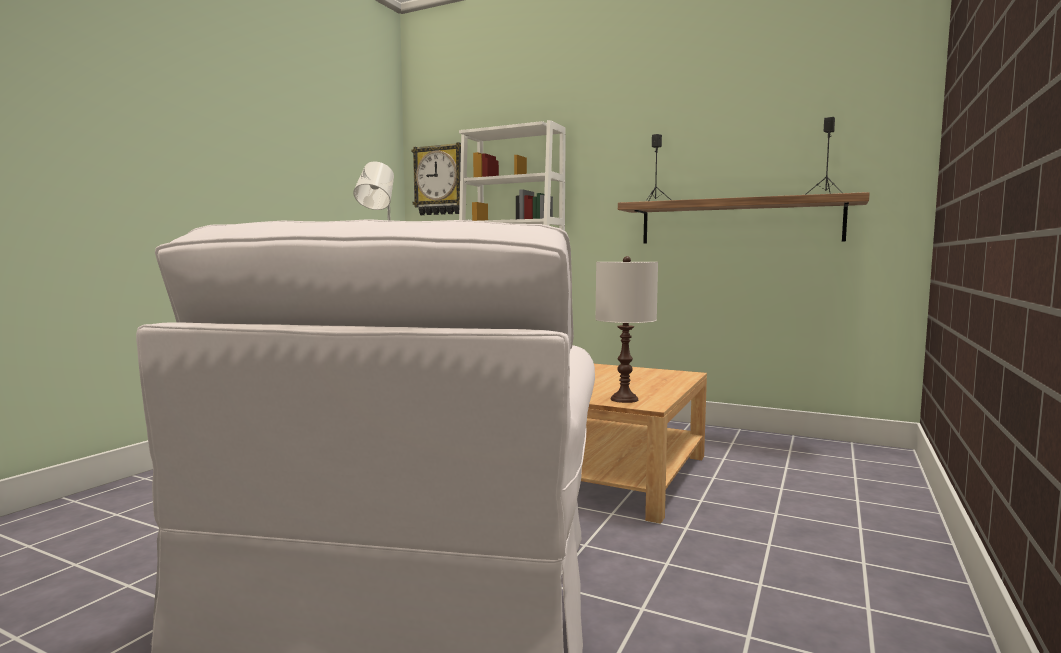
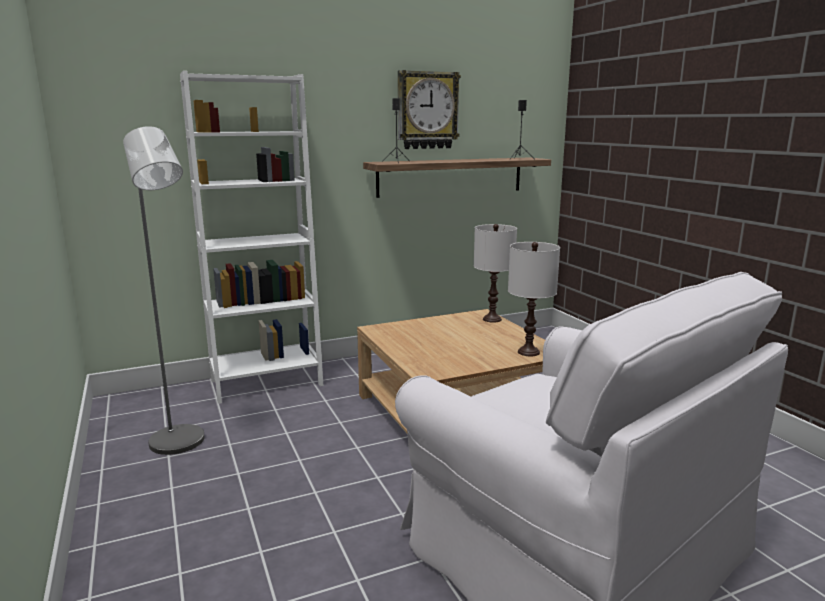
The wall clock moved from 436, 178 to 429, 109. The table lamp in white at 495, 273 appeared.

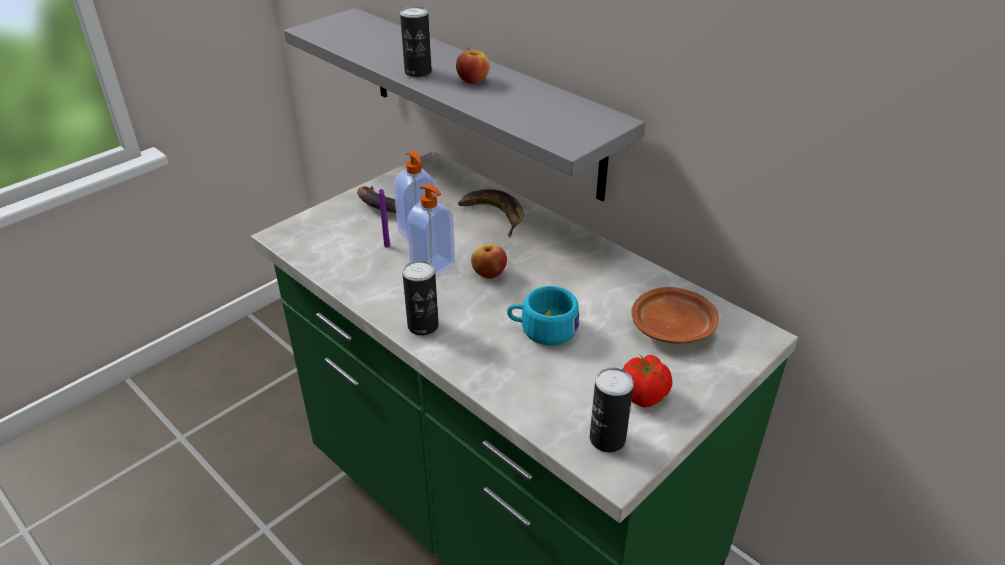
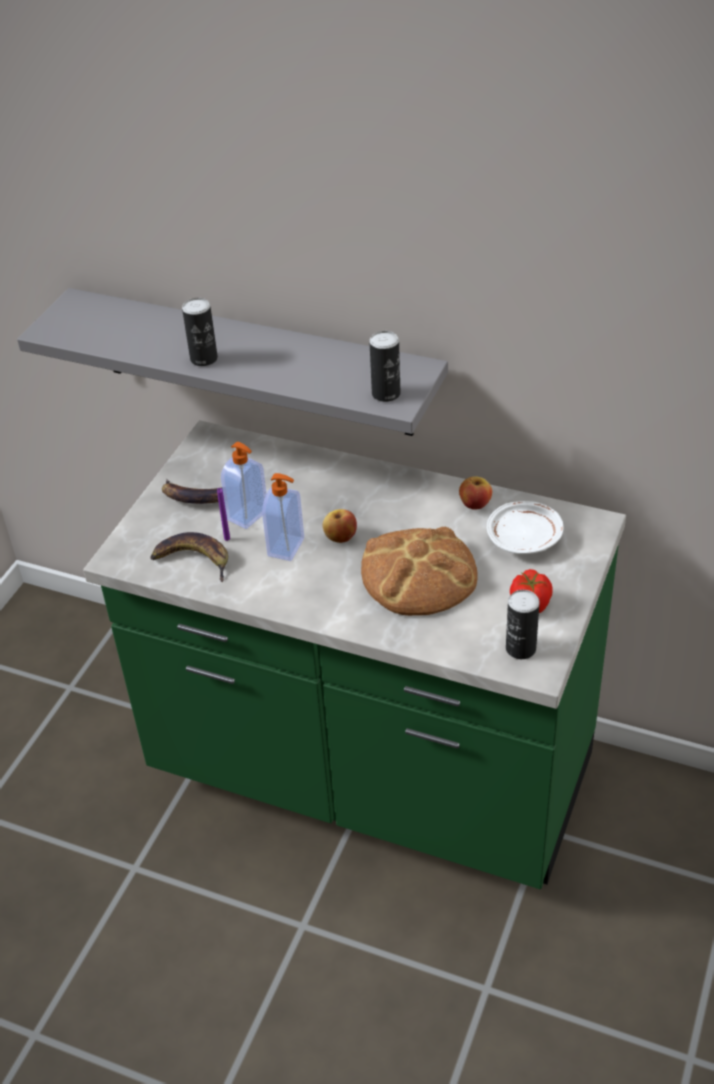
The apple moved from 473, 66 to 475, 493. The banana moved from 491, 213 to 189, 557. The can moved from 420, 297 to 385, 366. The cup in turquoise at 543, 316 was replaced by the bread at 419, 571. The plate in brown at 675, 315 became the plate in white at 525, 527.

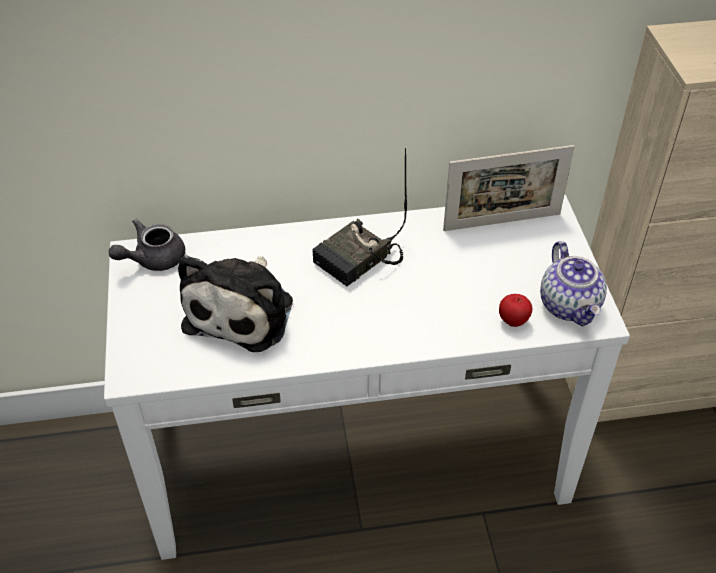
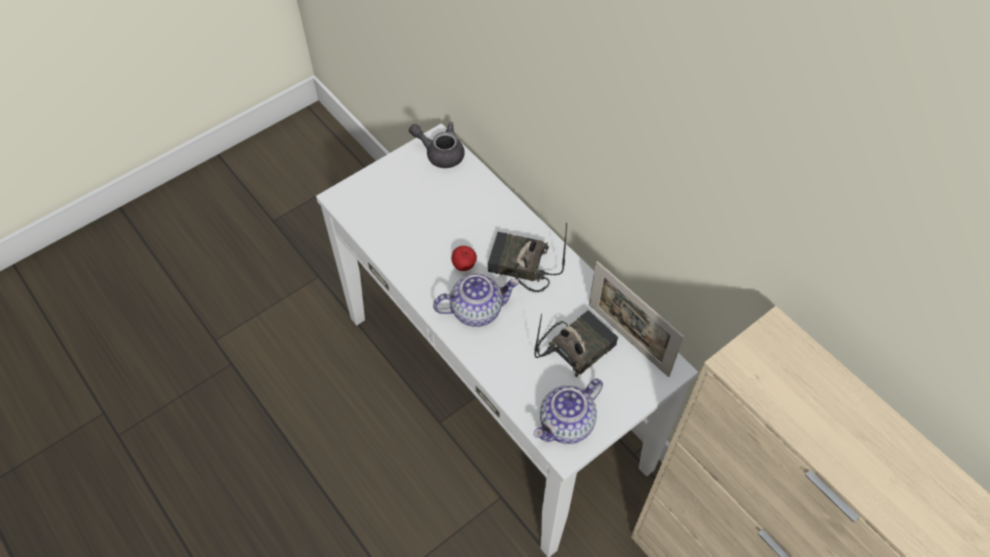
The plush toy at 235, 303 disappeared. The apple moved from 515, 310 to 464, 258. The teapot at 476, 300 appeared. The radio at 576, 343 appeared.

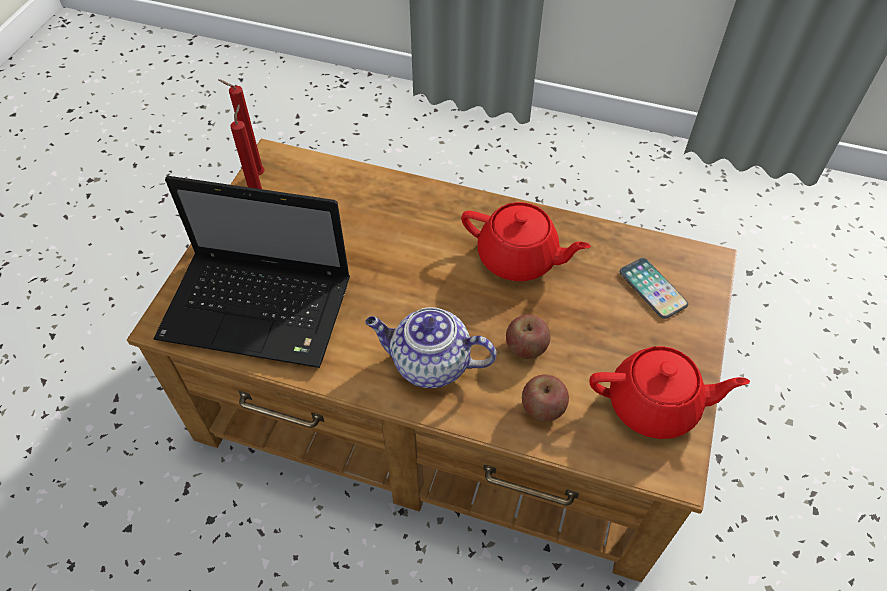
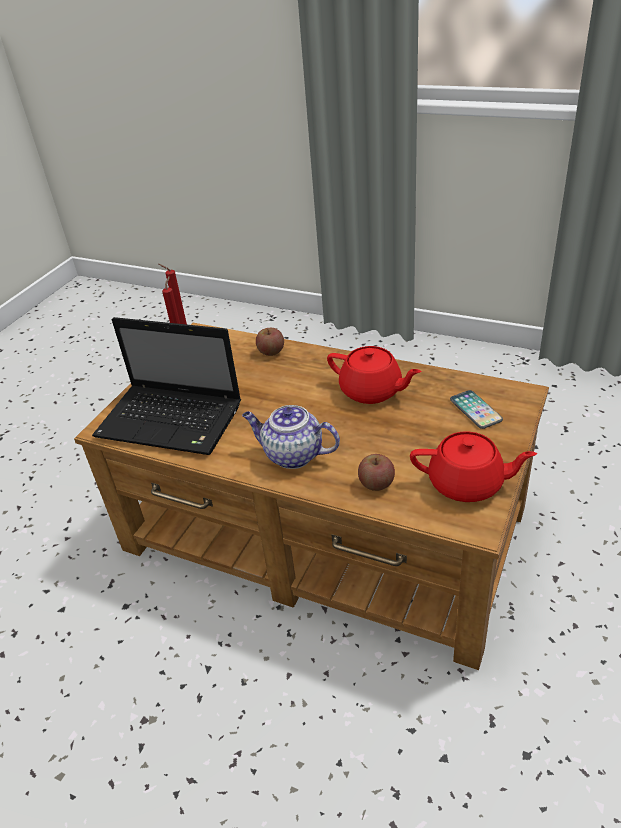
The apple moved from 528, 336 to 270, 342.

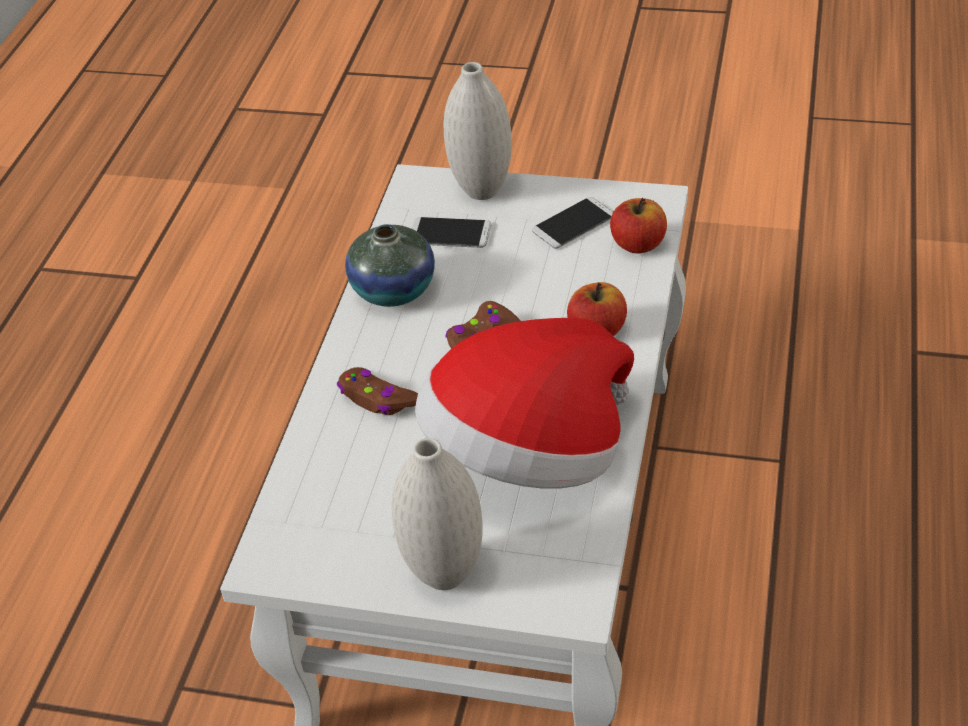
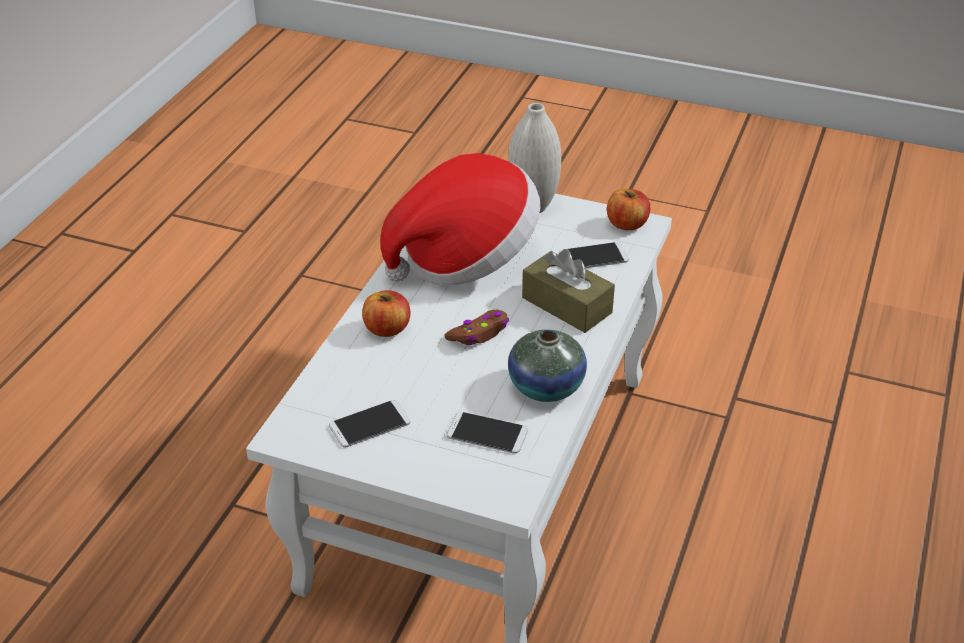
The vase in white at 478, 131 disappeared. The apple moved from 638, 226 to 628, 209. The game controller in brown at 377, 391 was replaced by the tissue box in brown at 568, 291. The phone at 594, 255 appeared.

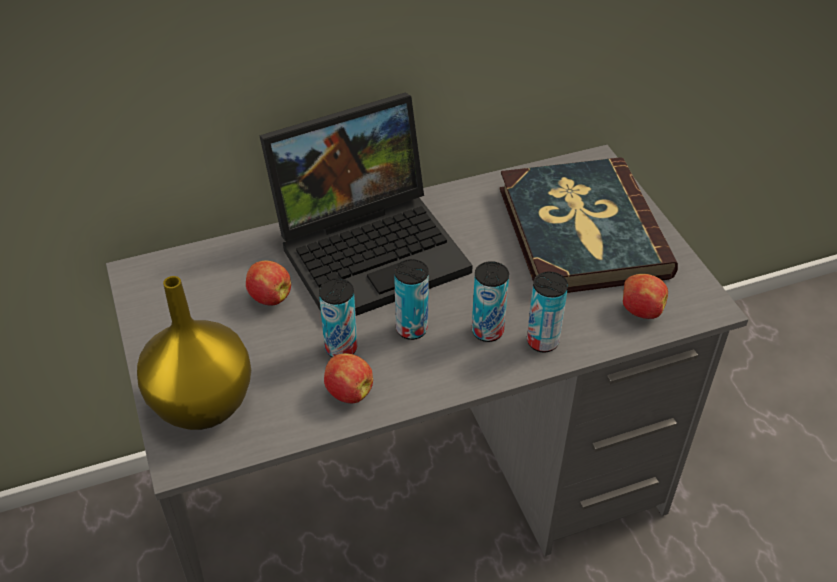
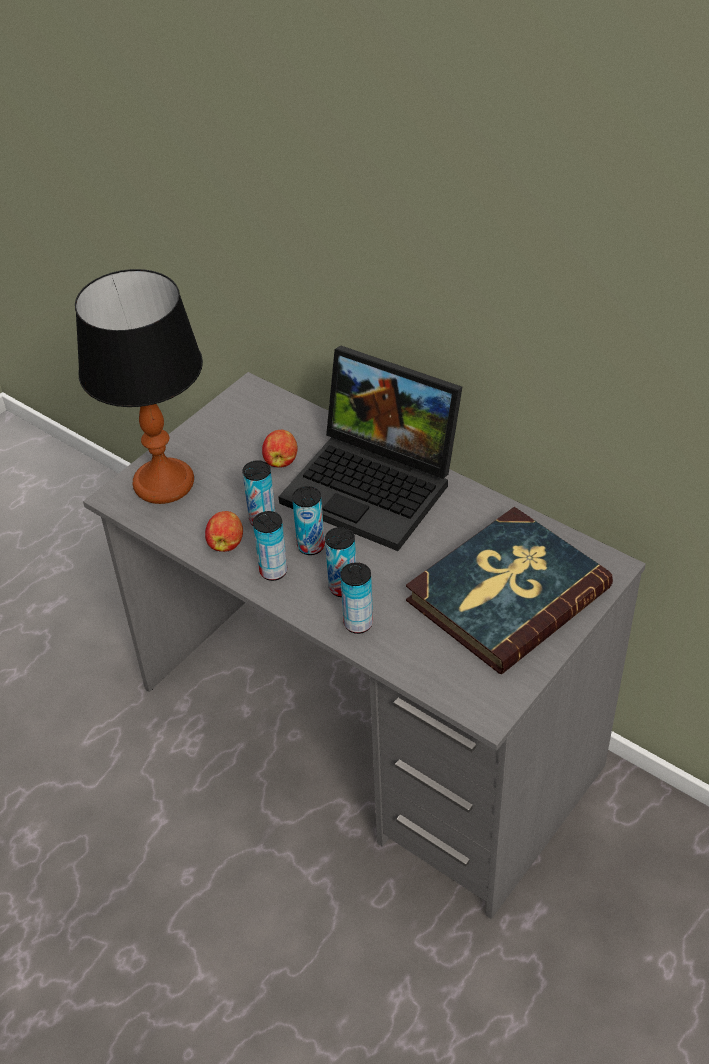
The apple at 645, 296 disappeared. The vase in yellow at 194, 353 was replaced by the table lamp at 139, 386. The can at 270, 546 appeared.

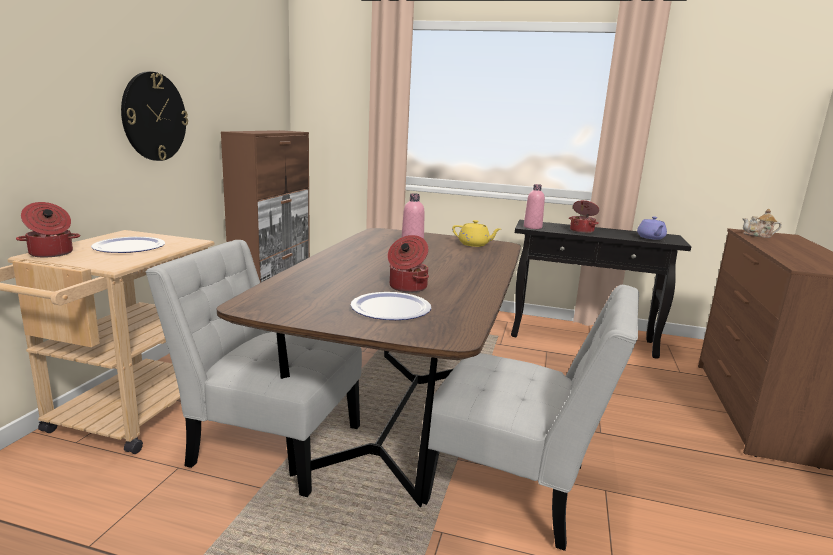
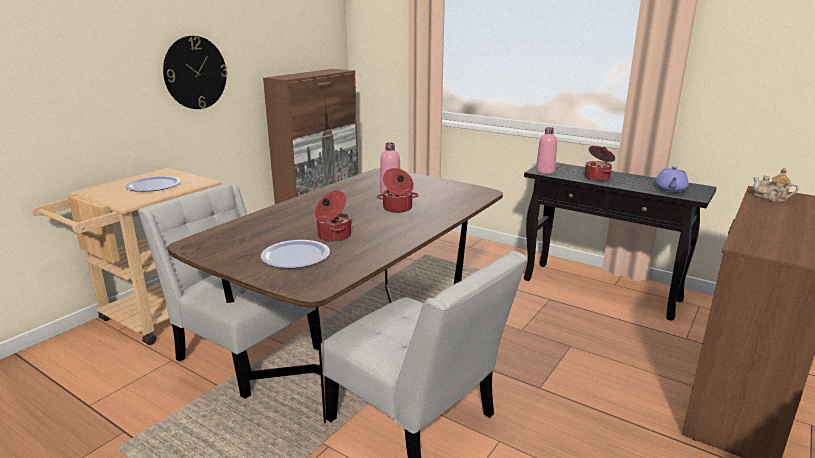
The cooking pot moved from 48, 229 to 397, 190. The teapot in yellow at 476, 233 disappeared.

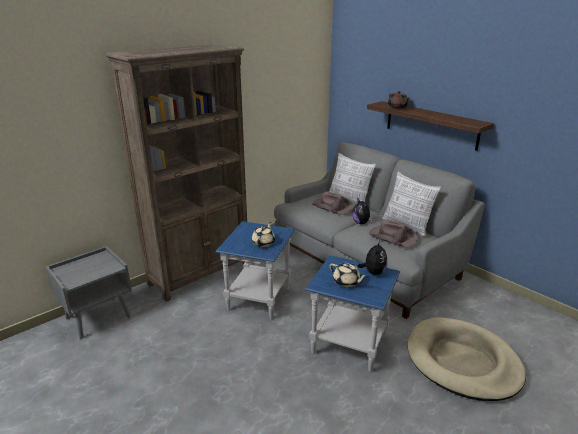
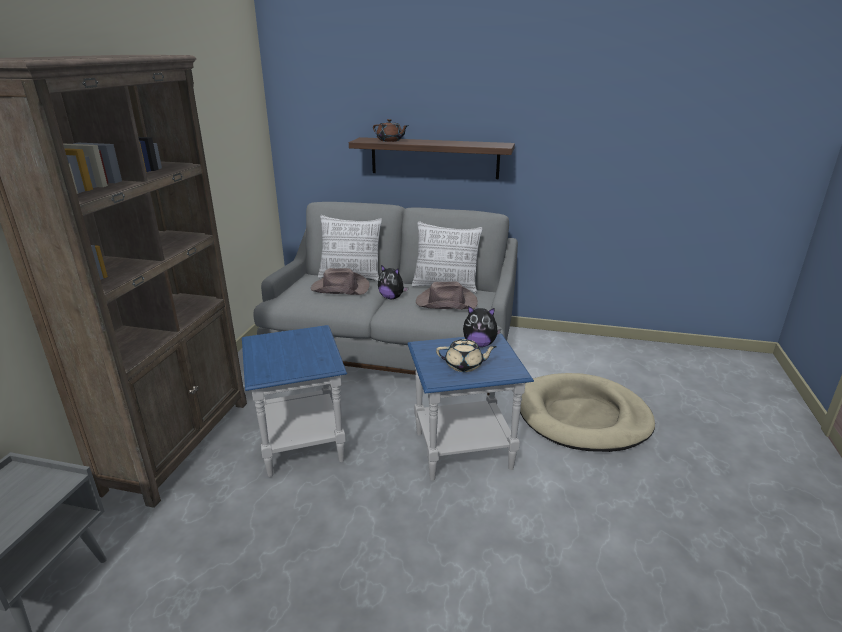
The teapot in beige at 263, 234 disappeared. The plush toy at 372, 258 turned 120 degrees clockwise.

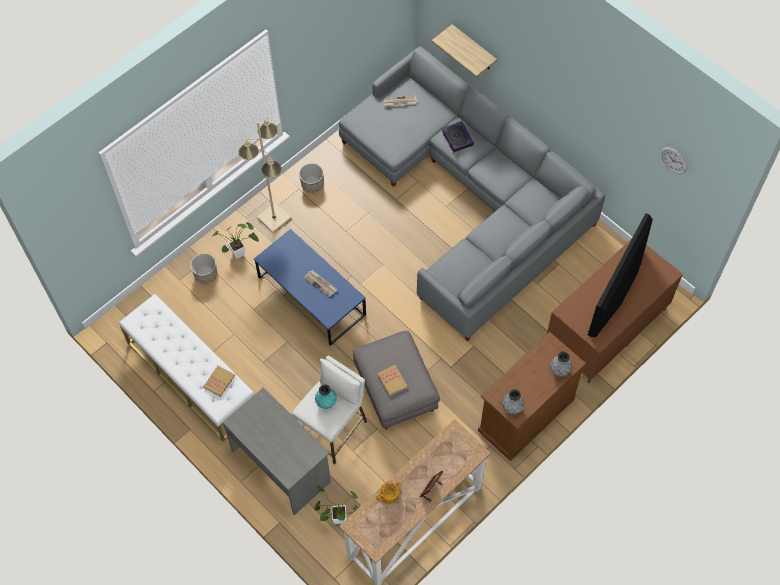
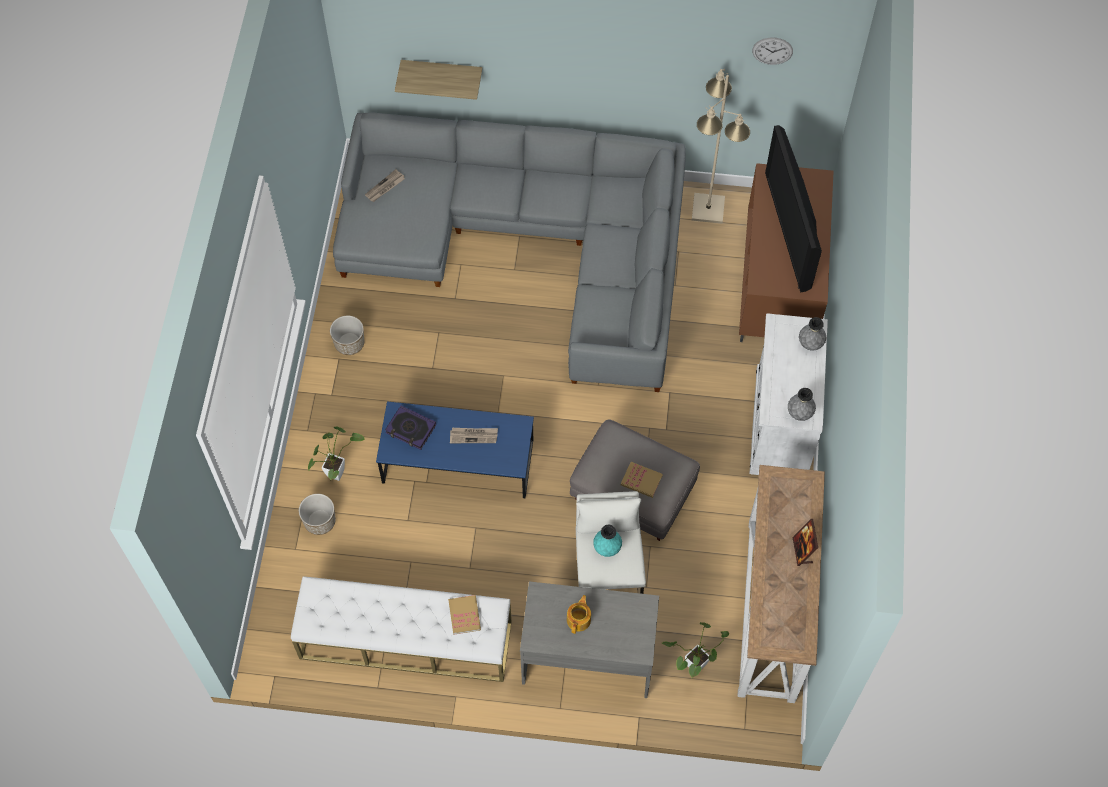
The floor lamp in beige moved from 265, 175 to 721, 146. The book moved from 458, 137 to 410, 427. The cabinet in brown at 532, 396 became the cabinet in white at 788, 394. The teapot moved from 389, 492 to 579, 614.

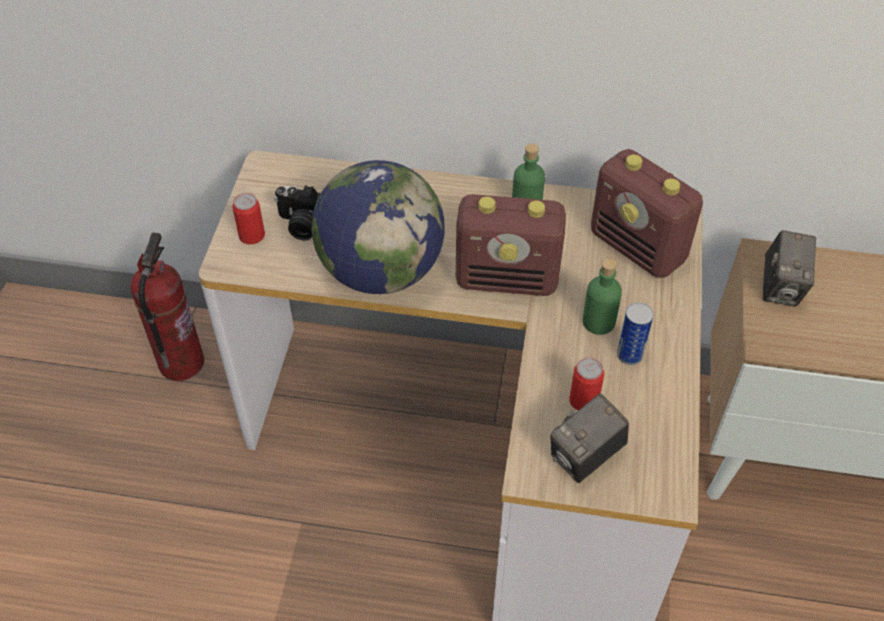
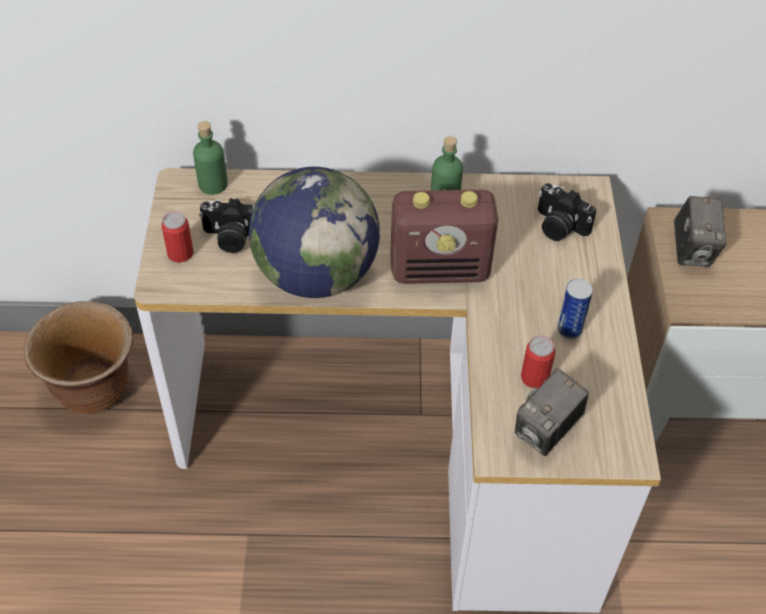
The radio at 647, 213 was replaced by the photo camera at 567, 212. The fire extinguisher at 167, 306 was replaced by the planter in brown at 78, 357. The bottle in green moved from 602, 296 to 210, 158.

